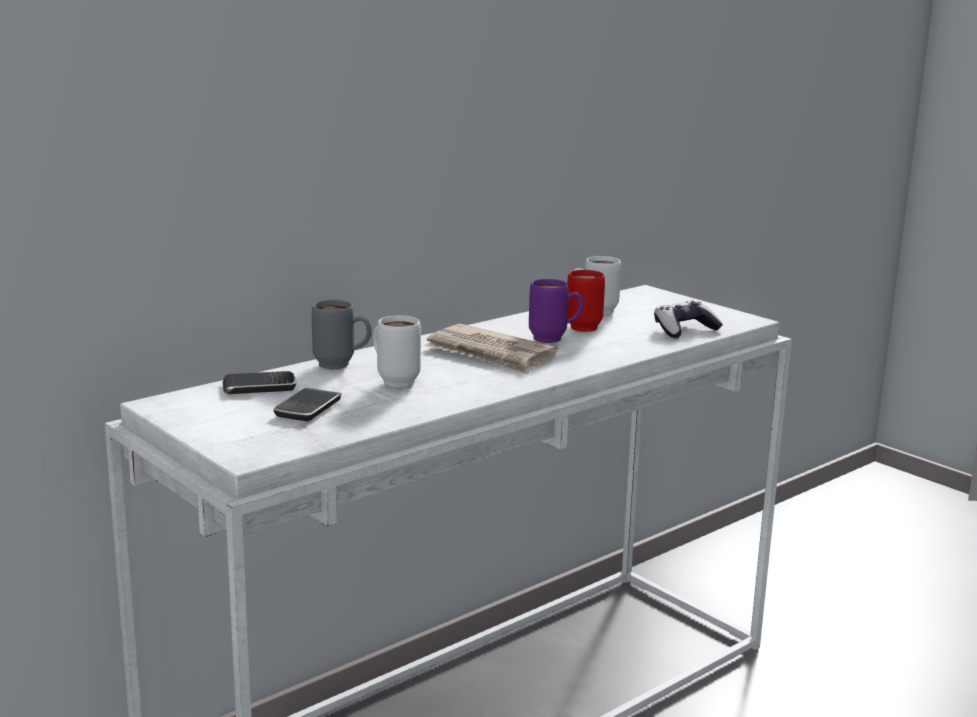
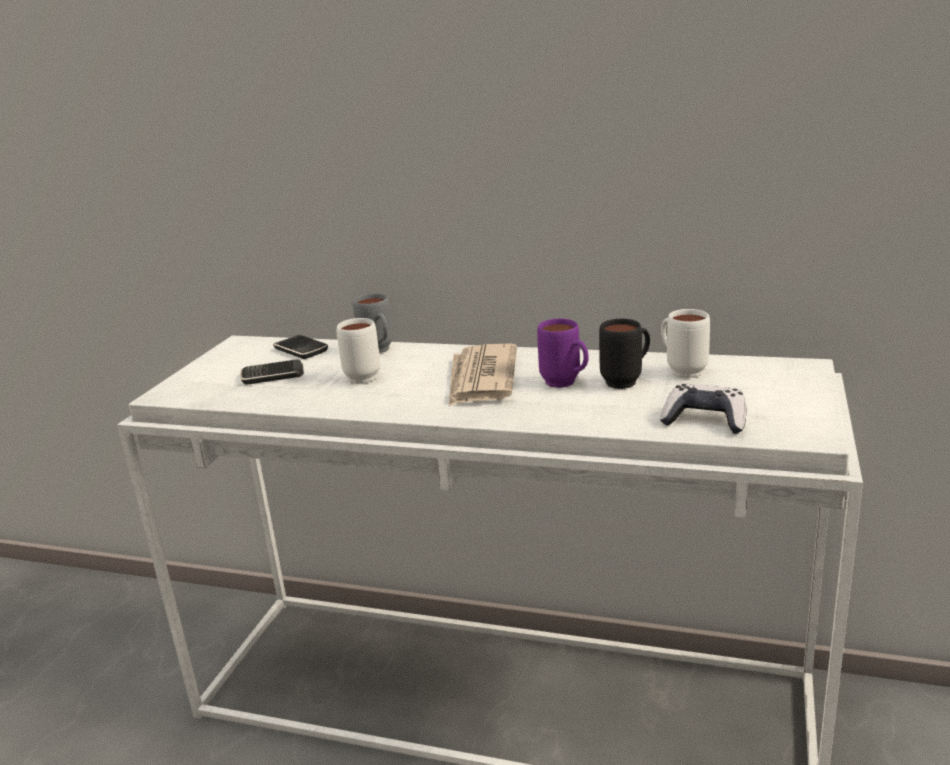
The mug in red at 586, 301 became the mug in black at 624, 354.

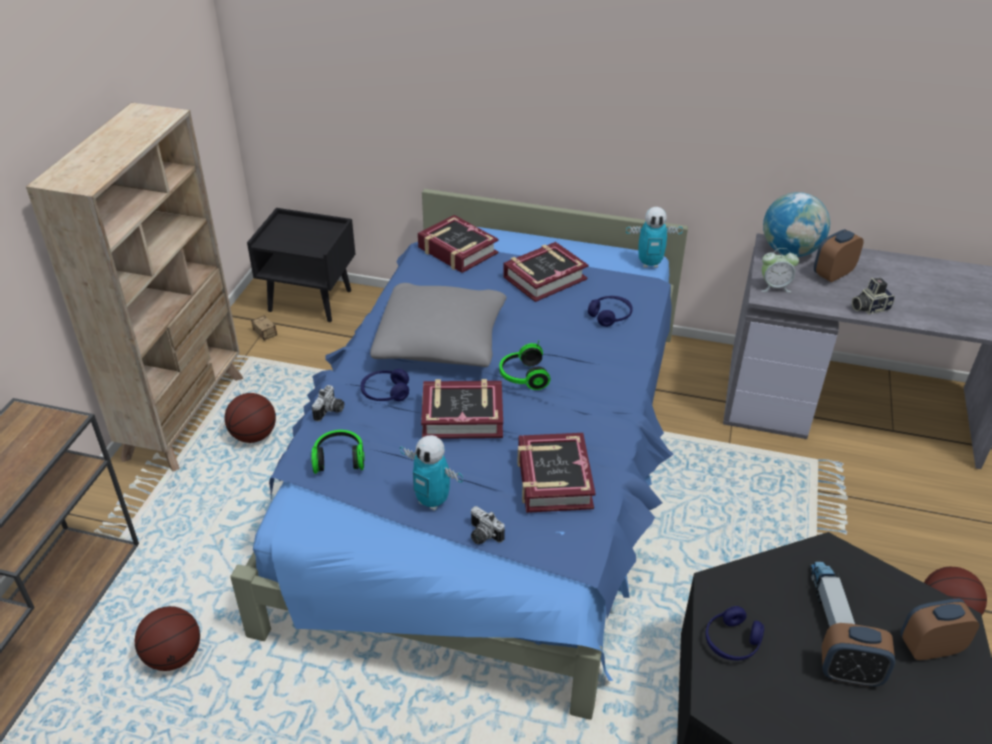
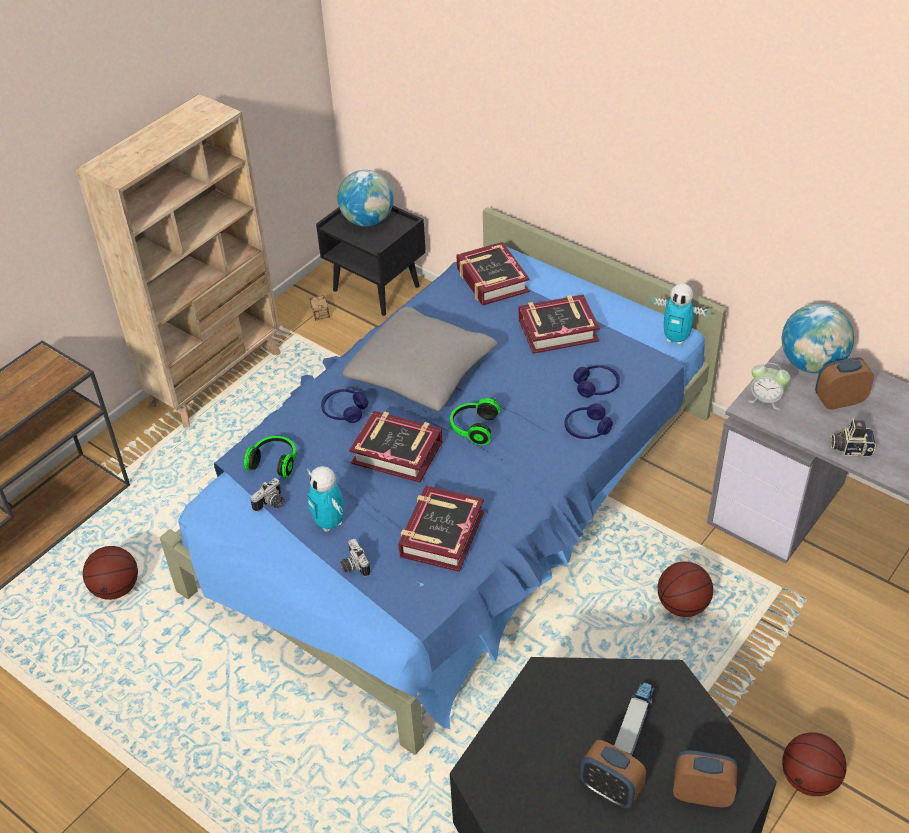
The photo camera moved from 328, 403 to 268, 495. The basketball moved from 250, 418 to 685, 589. The headphones in blue moved from 734, 633 to 589, 421. The globe at 365, 198 appeared.

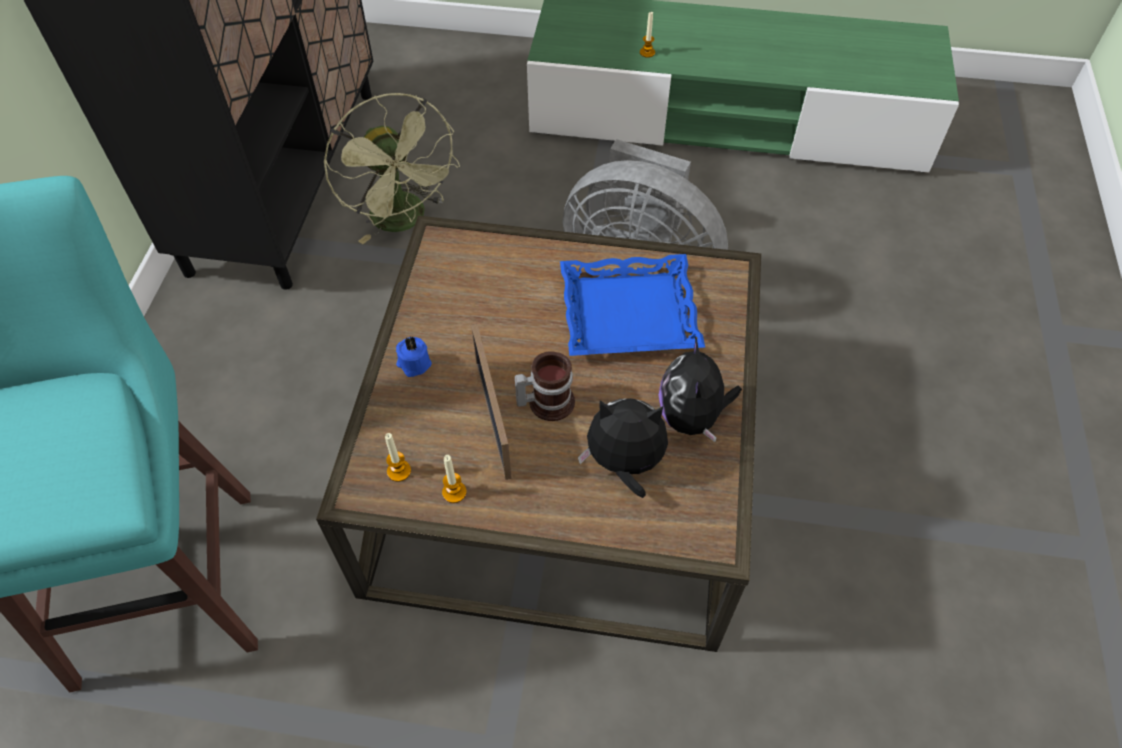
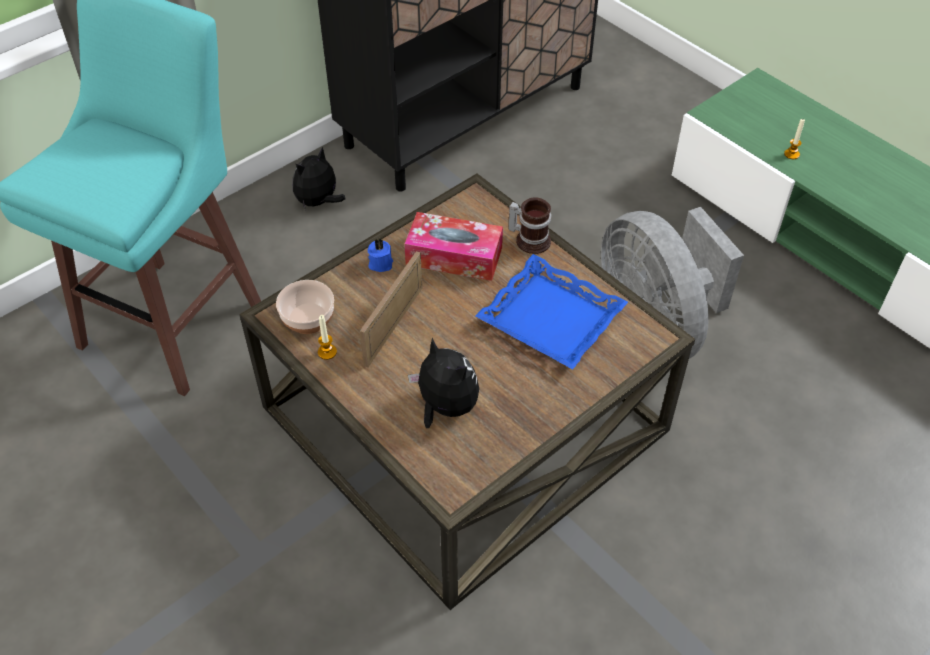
The fan in green at 392, 168 disappeared. The plush toy moved from 700, 389 to 319, 177. The mug moved from 545, 386 to 529, 225. The candle at 398, 457 was replaced by the bowl at 305, 307. The tissue box at 453, 246 appeared.

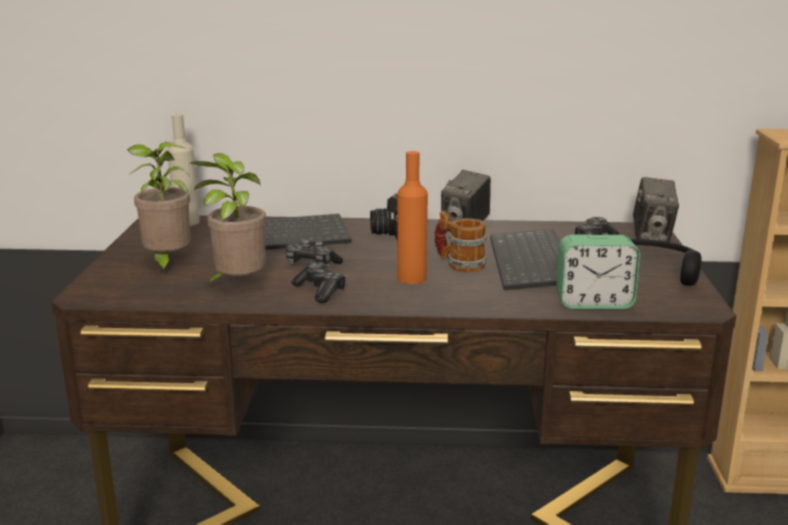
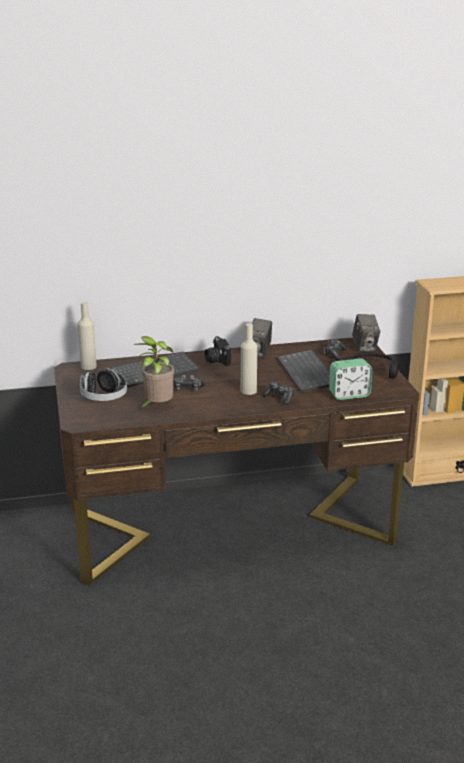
The potted plant at 159, 208 was replaced by the headphones at 103, 384. The bottle in orange at 412, 217 became the bottle in beige at 249, 359. The mug at 460, 241 disappeared. The game controller moved from 319, 282 to 278, 393.

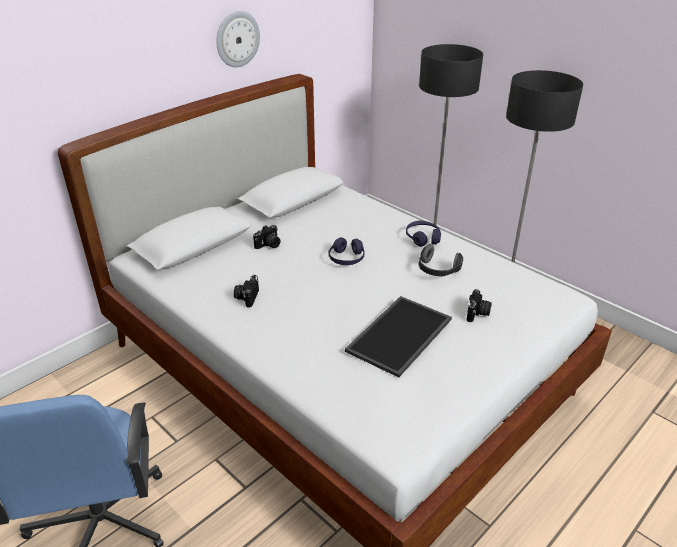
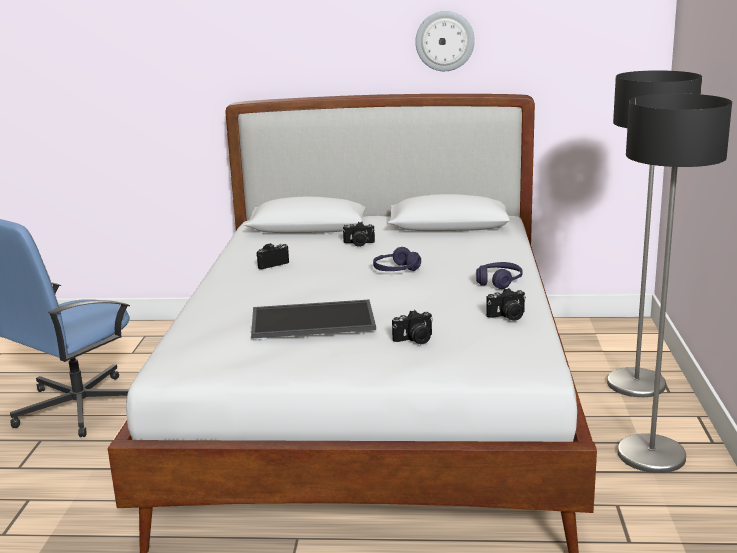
The headphones at 441, 260 disappeared. The photo camera at 506, 304 appeared.

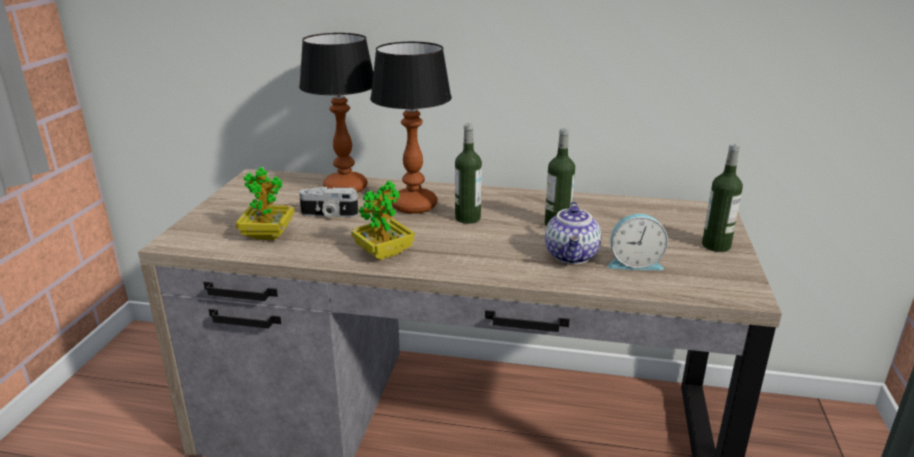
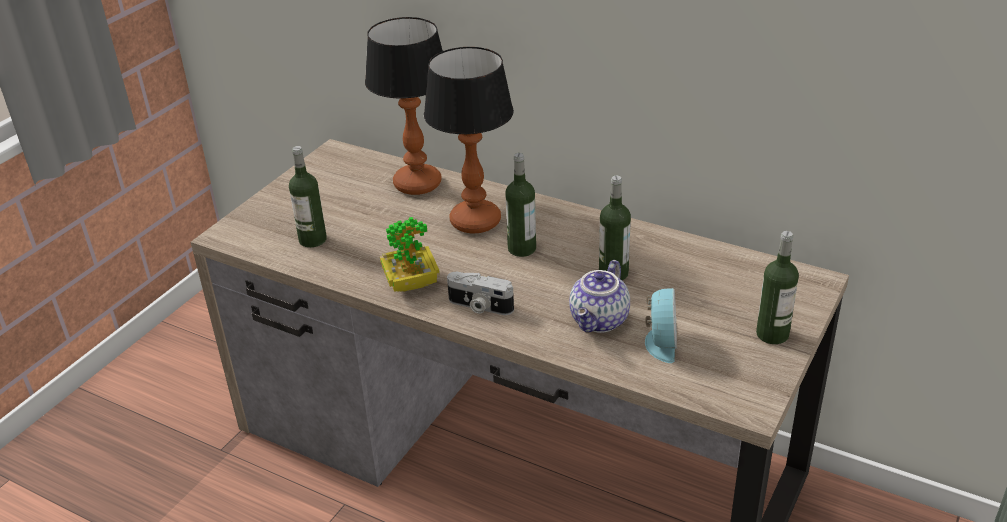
The potted plant at 265, 203 was replaced by the bottle at 308, 197. The photo camera moved from 328, 202 to 480, 293. The alarm clock at 638, 242 turned 105 degrees counterclockwise.

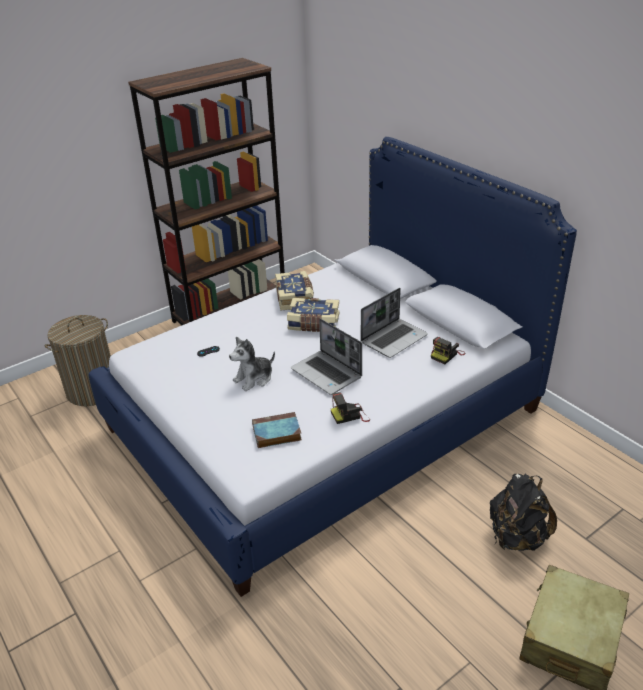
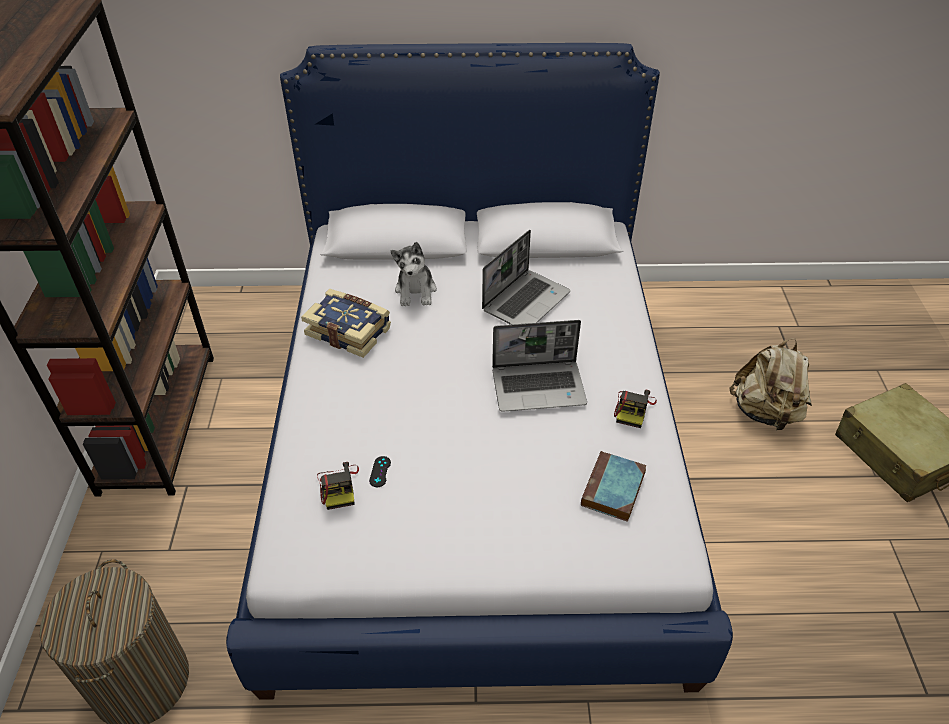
The laptop at 394, 323 turned 45 degrees clockwise. The book at 313, 315 disappeared. The plush toy moved from 252, 364 to 414, 274. The photo camera moved from 448, 350 to 338, 486. The backpack in black at 523, 512 became the backpack in beige at 771, 385.

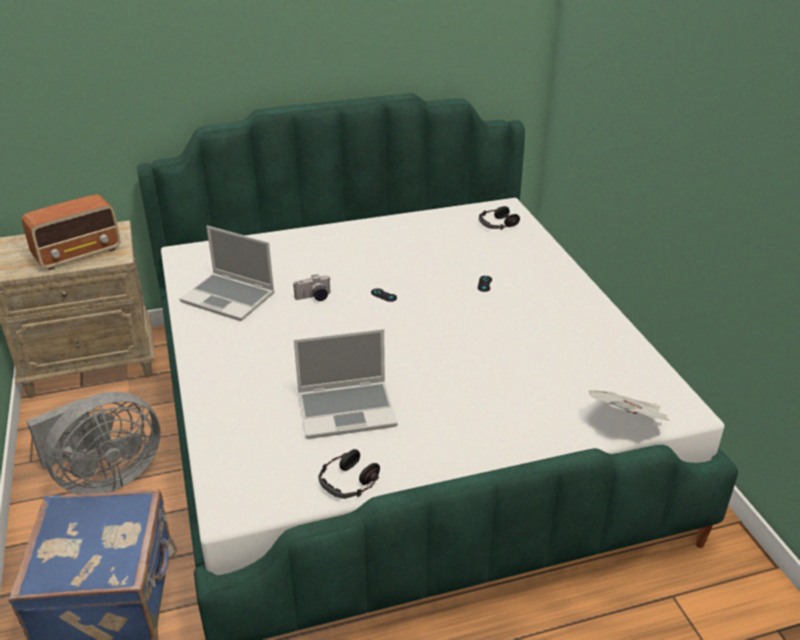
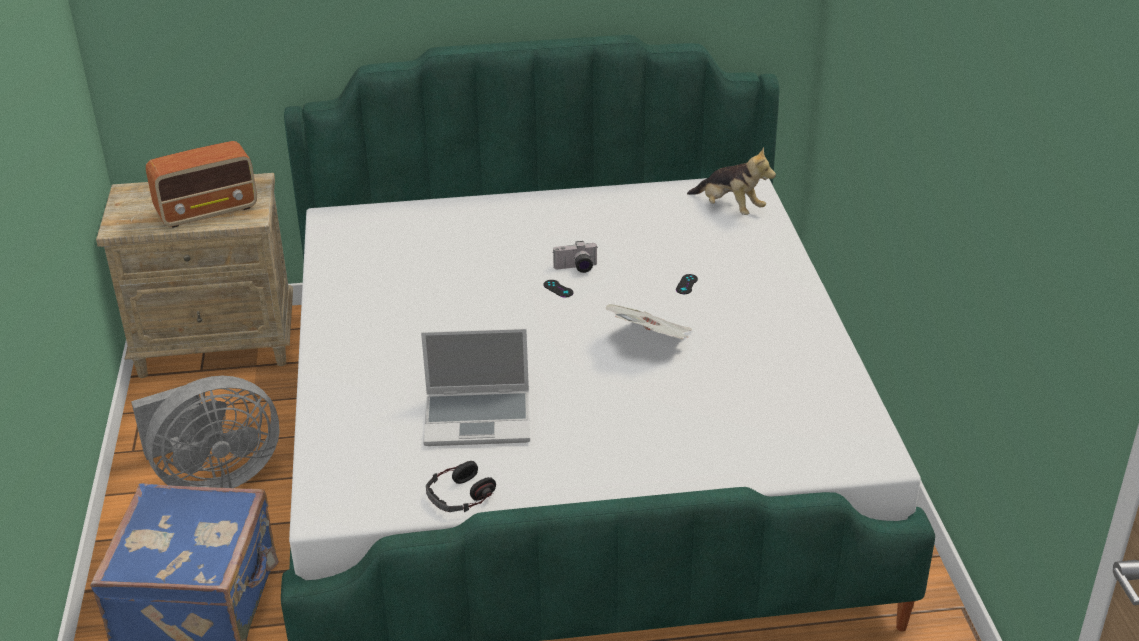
The headphones at 499, 218 was replaced by the plush toy at 731, 181. The laptop at 227, 273 disappeared. The photo camera moved from 312, 287 to 575, 257. The newspaper moved from 629, 405 to 648, 322.

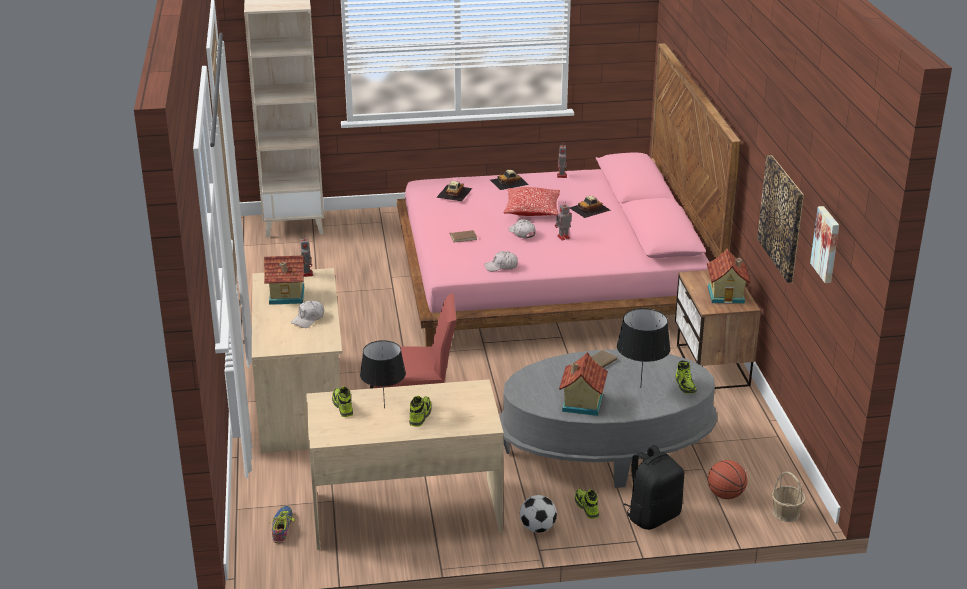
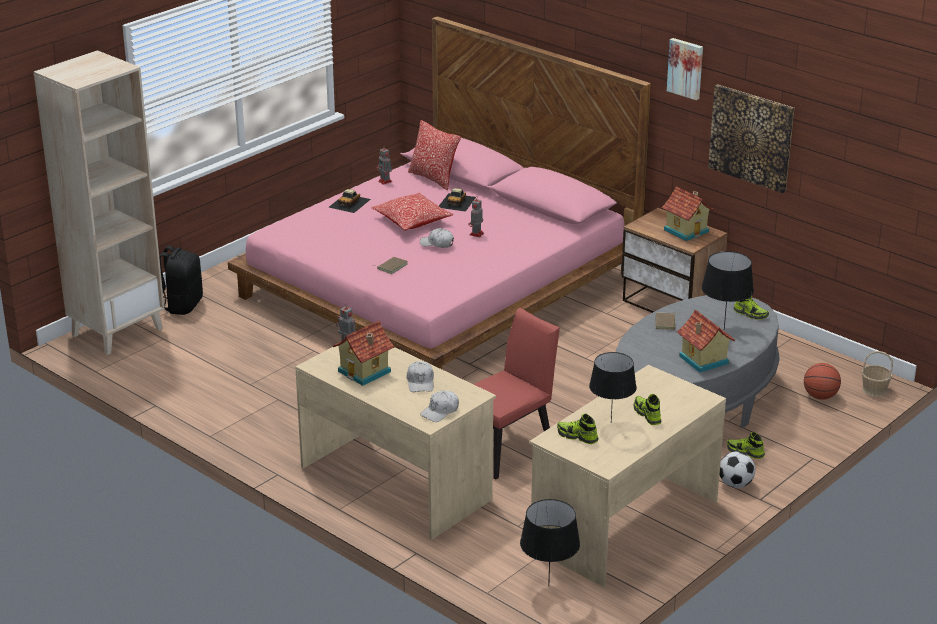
The toy car at 454, 191 disappeared. The picture moved from 824, 244 to 685, 69. The cap in white moved from 501, 261 to 439, 406. The backpack in black moved from 653, 487 to 181, 280. The shoe at 282, 524 was replaced by the table lamp in black at 550, 543. The pillow at 434, 155 appeared.

